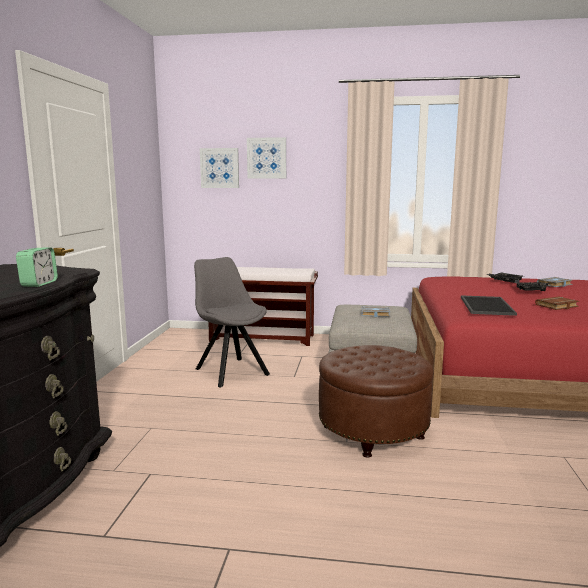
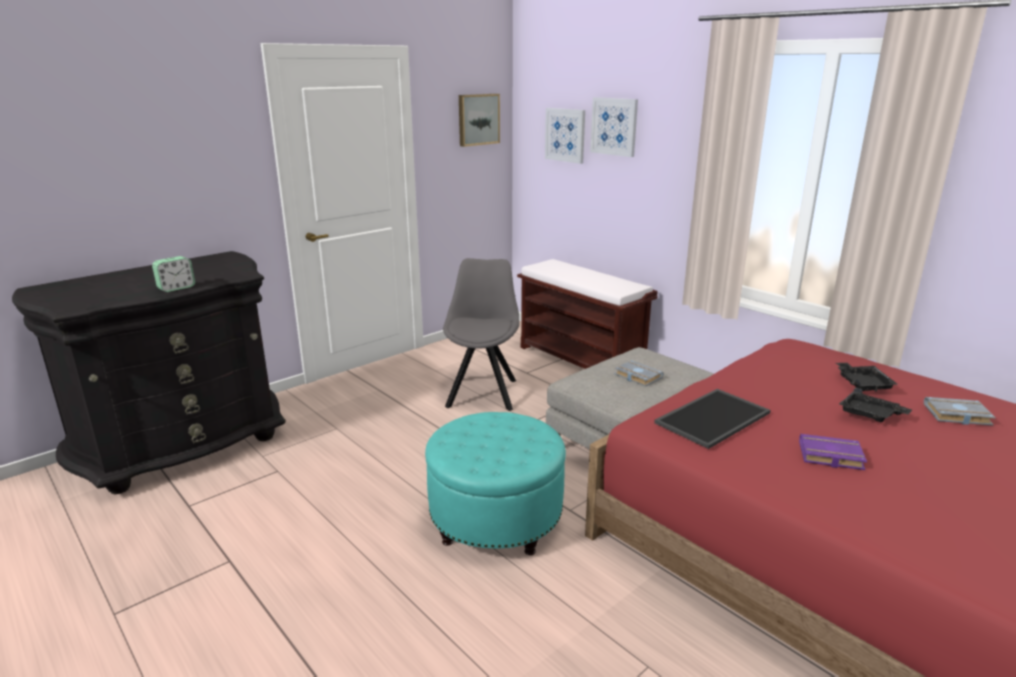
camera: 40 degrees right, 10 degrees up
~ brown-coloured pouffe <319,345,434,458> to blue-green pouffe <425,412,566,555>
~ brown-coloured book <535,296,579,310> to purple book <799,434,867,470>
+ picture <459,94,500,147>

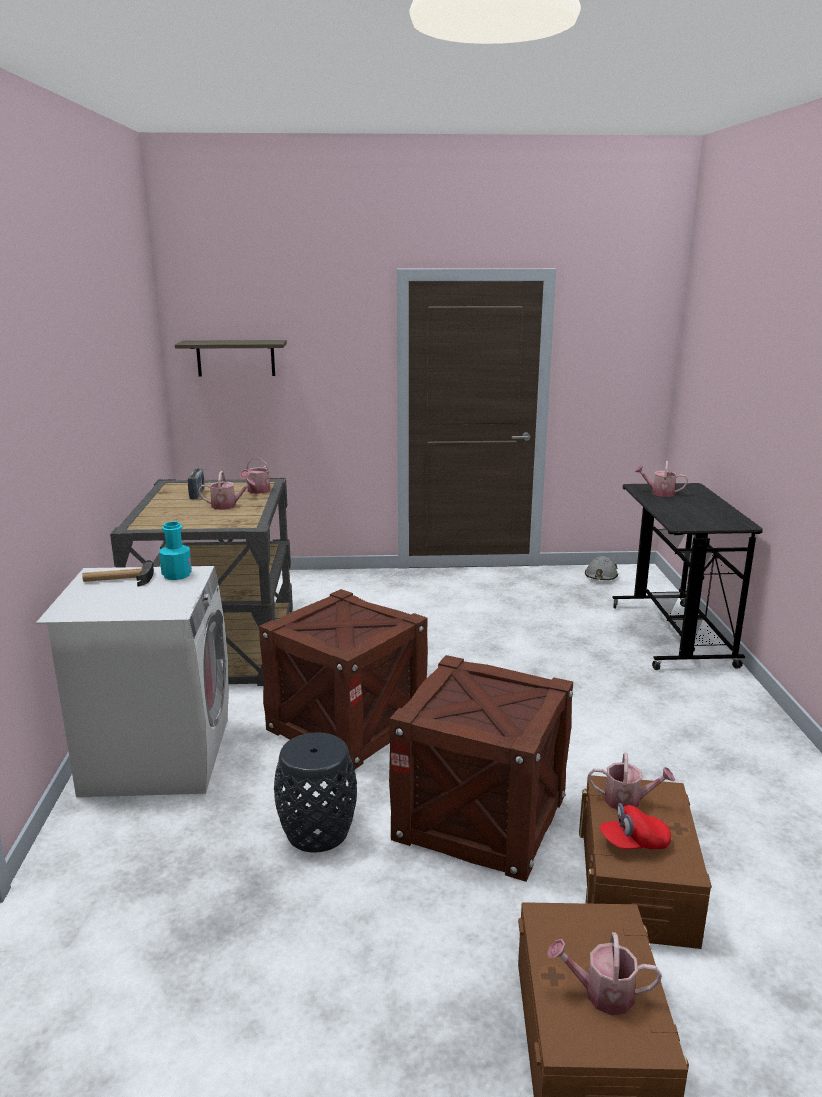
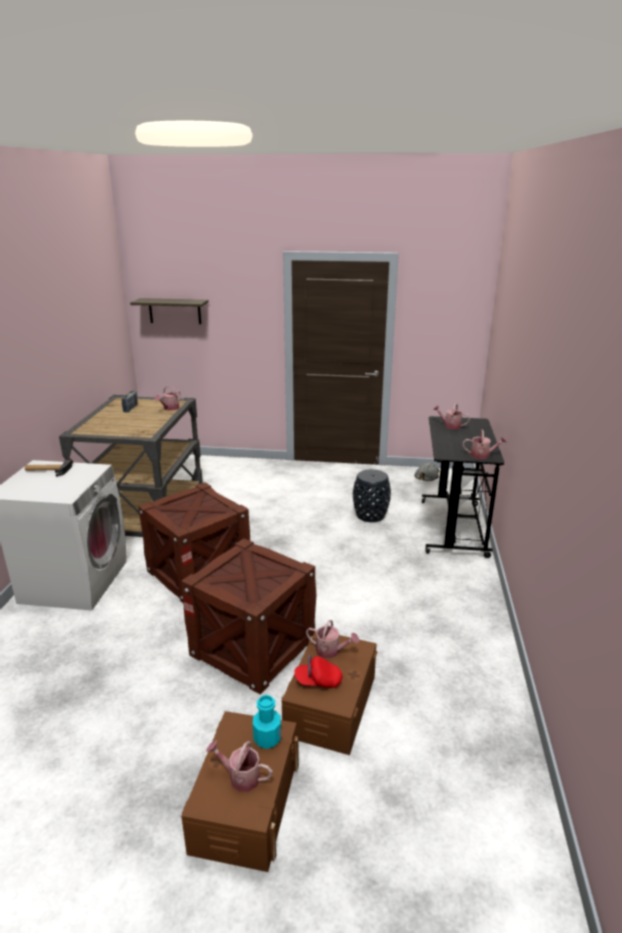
camera: 10 degrees right, 5 degrees up
~ blue-green beverage bottle <159,521,192,580> to <253,695,281,749>
~ sprinkling can <198,471,255,510> to <463,430,507,459>
~ black stool seat <274,732,357,852> to <353,469,391,522>

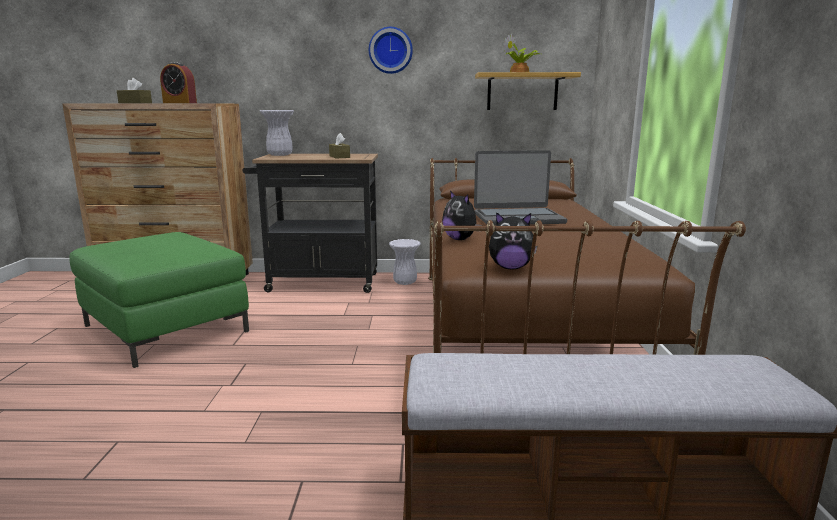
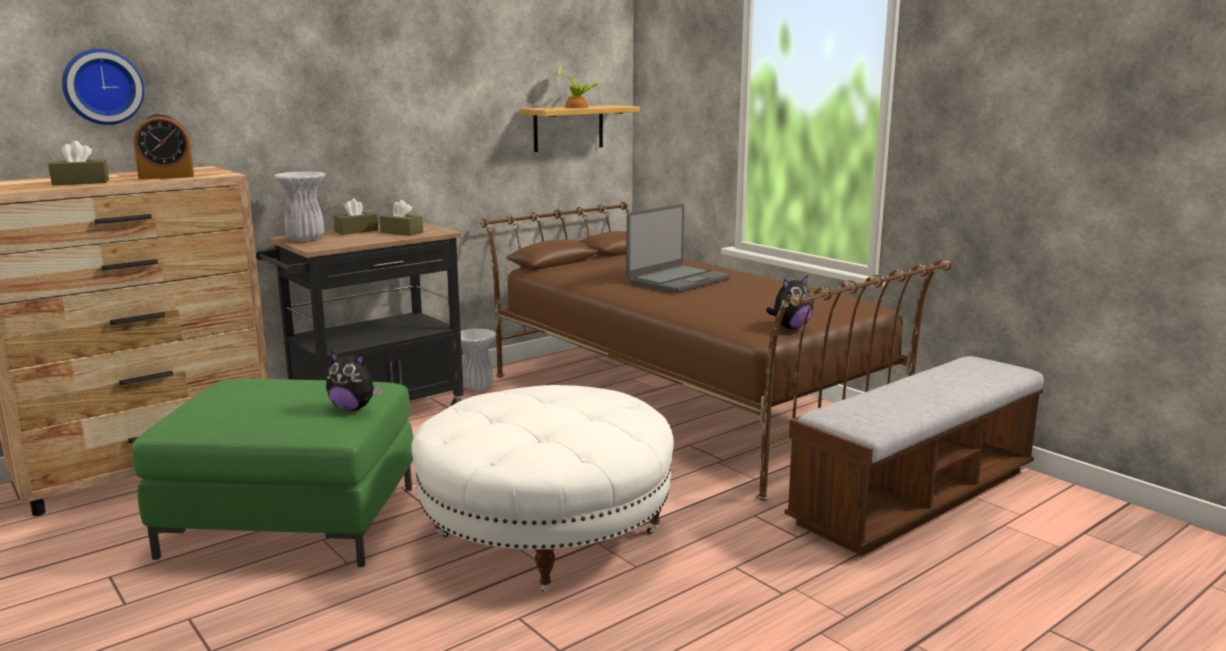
camera: 40 degrees left, 0 degrees up
~ hanging clock <369,27,413,74> to <62,49,144,125>
~ cuddly toy <442,190,482,240> to <326,351,382,411>
+ brown-coloured box of tissues <333,198,378,235>
+ white pouffe <411,385,674,591>

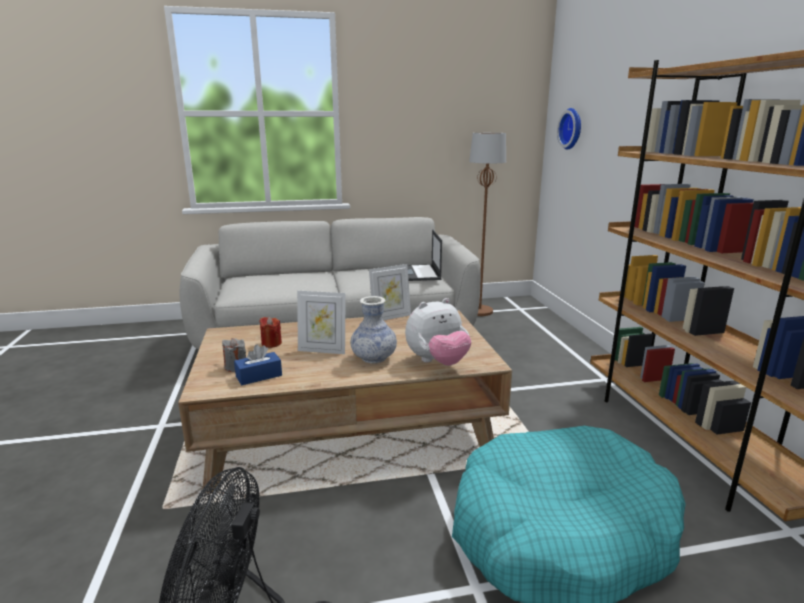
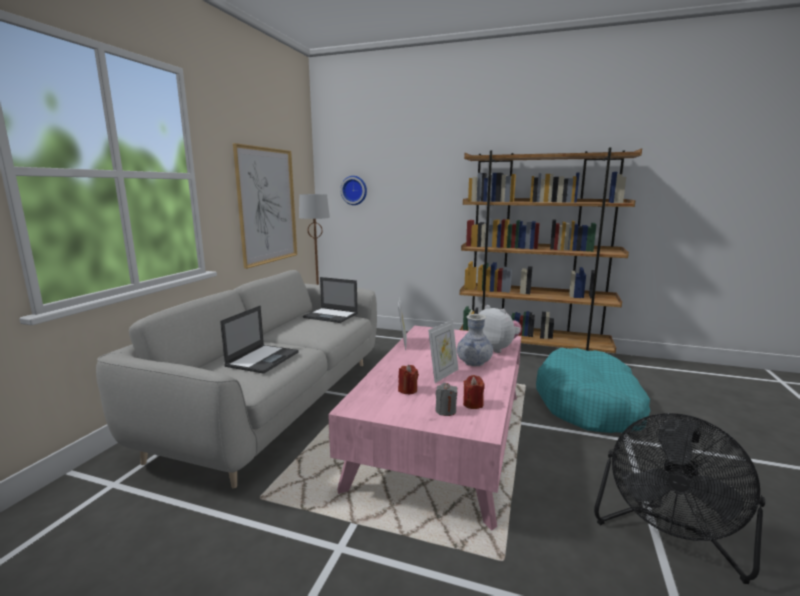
camera: 60 degrees left, 5 degrees down
~ brown-coloured low table <178,310,512,494> to pink-coloured low table <328,326,521,530>
~ blue box of tissues <234,345,282,385> to red wax light <463,375,485,409>
~ cuddly toy <405,298,471,366> = <479,305,522,353> 45 degrees counterclockwise
+ portable computer <220,305,299,374>
+ picture <233,143,297,269>

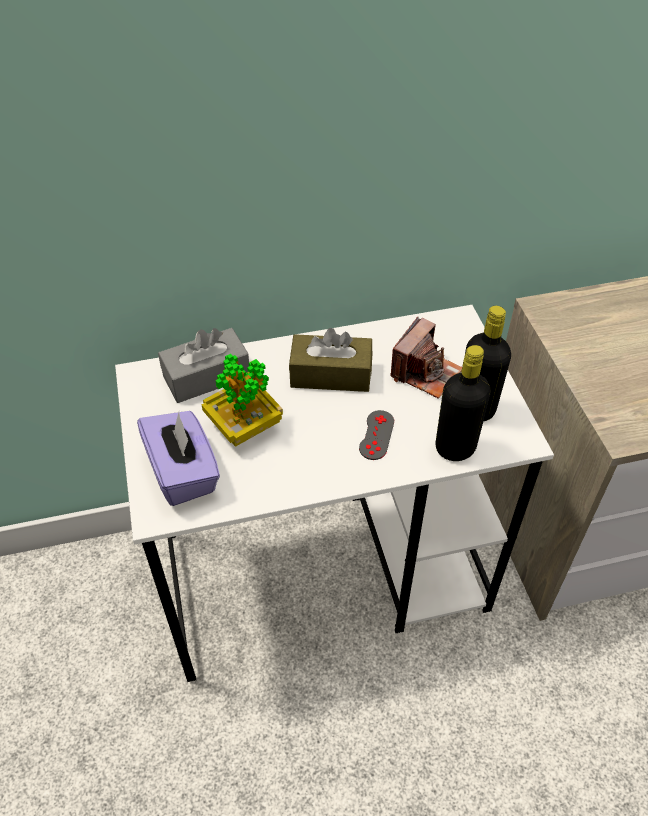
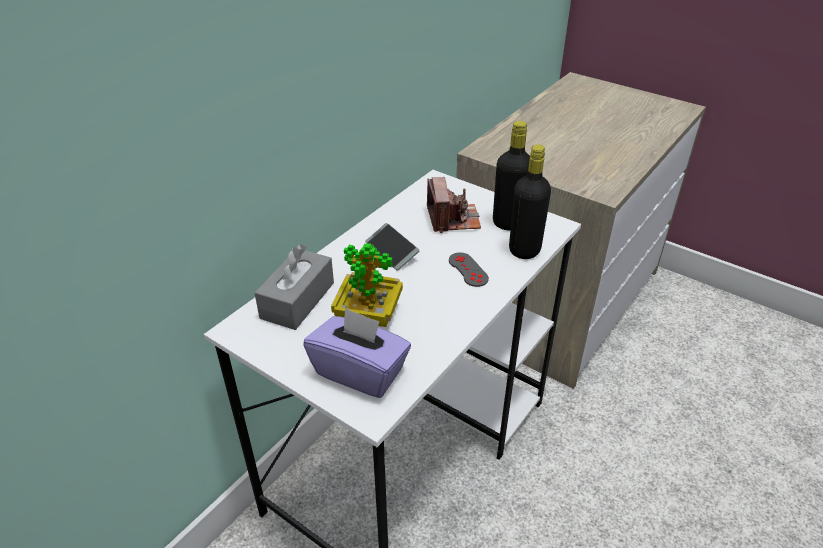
camera: 40 degrees left, 10 degrees down
~ brown-coloured box of tissues <289,328,372,392> to handset <365,223,419,271>

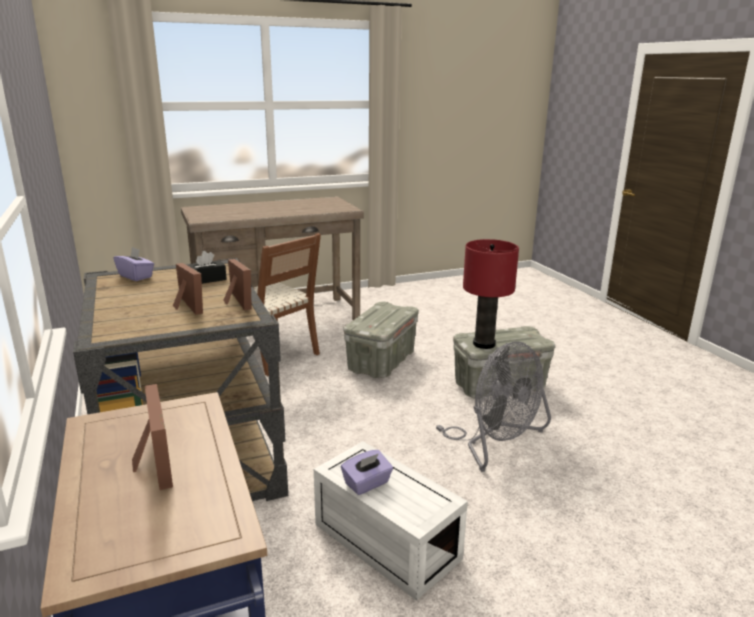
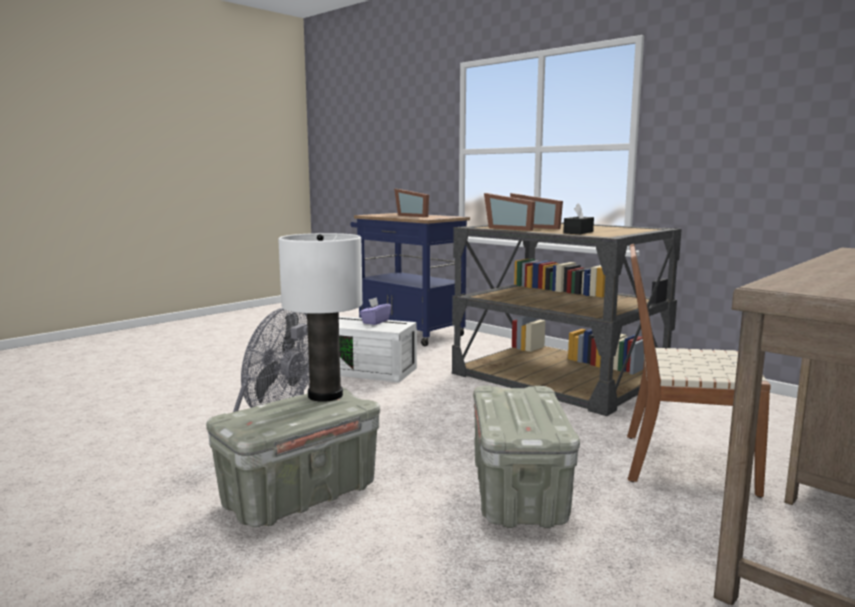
camera: 155 degrees right, 10 degrees down
- purple box of tissues <113,247,154,281>
~ red table lamp <463,239,519,349> to white table lamp <278,233,363,402>

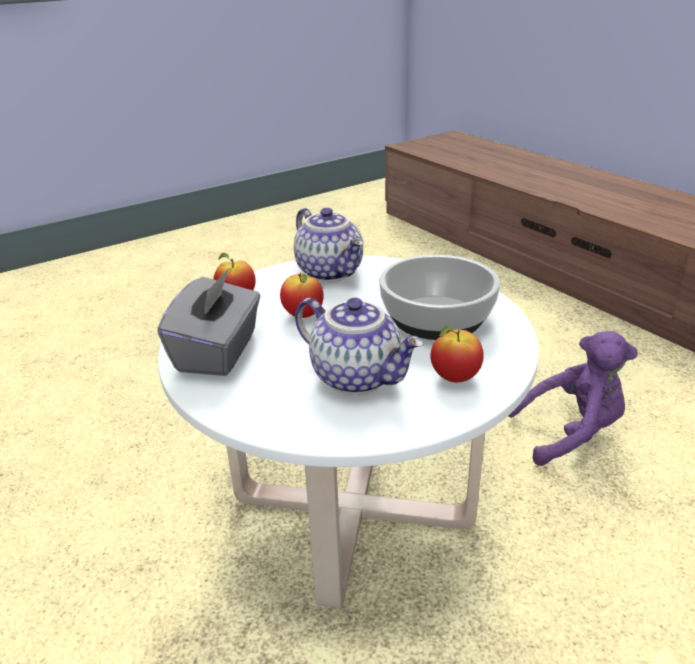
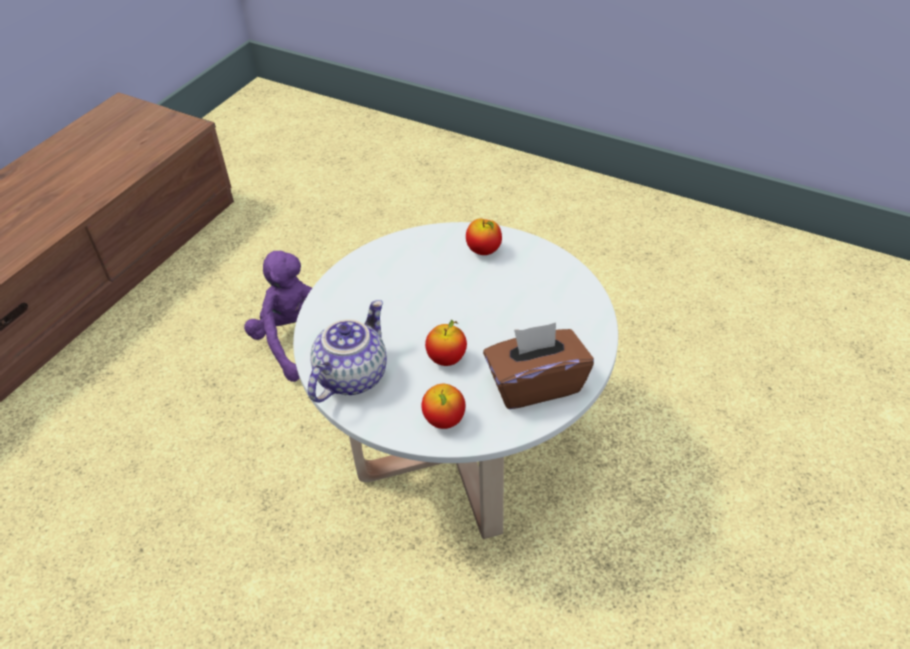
camera: 115 degrees left, 15 degrees up
~ greyish box of tissues <158,270,260,376> to brown-coloured box of tissues <483,322,594,409>
- pot for tea <295,298,424,395>
- serving bowl <379,255,500,340>

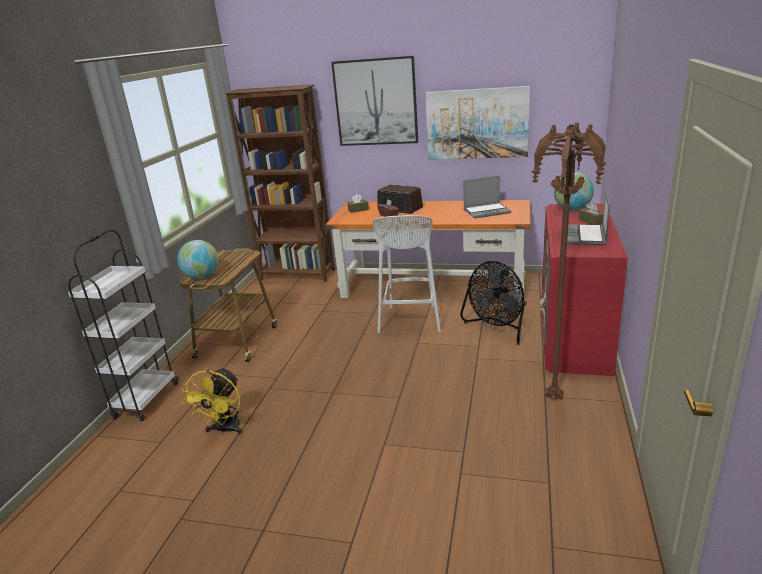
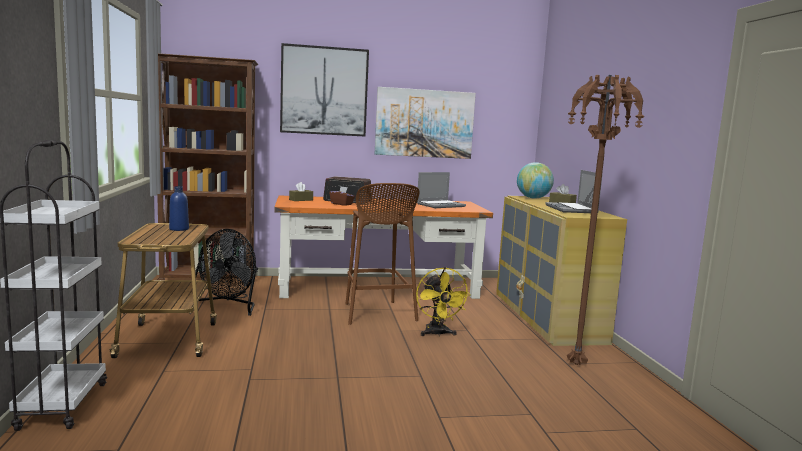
camera: 25 degrees left, 15 degrees down
- world globe <177,240,218,279>
~ yellow cooling fan <182,367,242,435> to <416,267,470,337>
~ white stool seat <373,215,441,333> to brown-coloured stool seat <346,183,419,325>
~ black cooling fan <460,261,526,345> to <195,229,258,316>
~ red storage cabinet <539,204,628,376> to yellow storage cabinet <496,196,627,346>
+ blue beverage bottle <169,186,189,231>

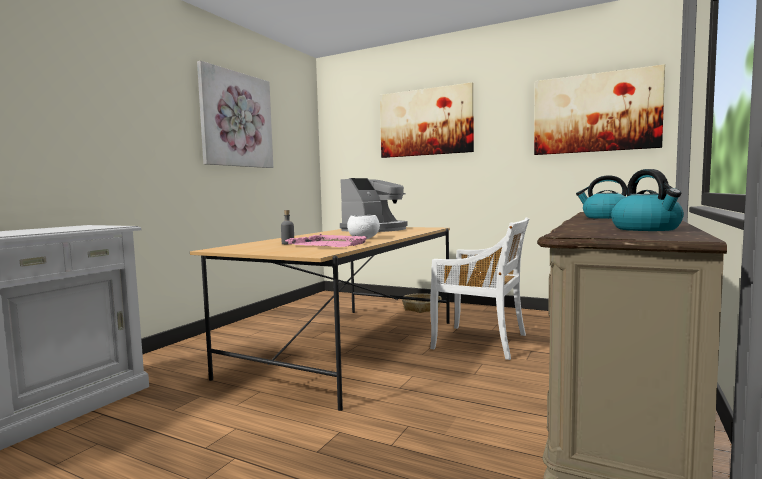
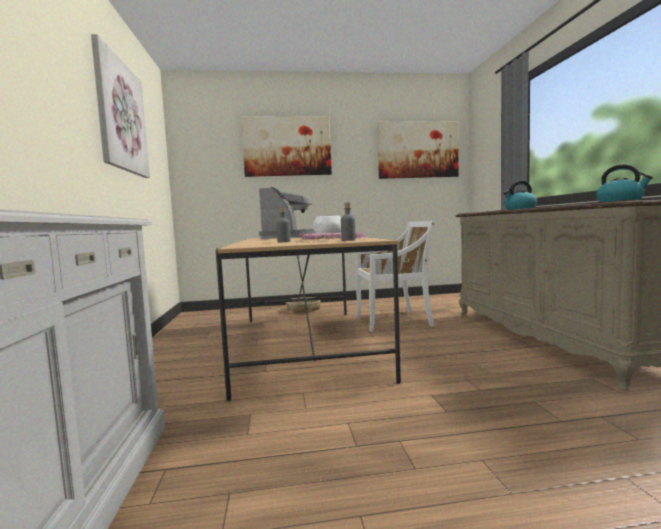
camera: 35 degrees left, 0 degrees up
+ greyish beverage bottle <341,203,356,241>

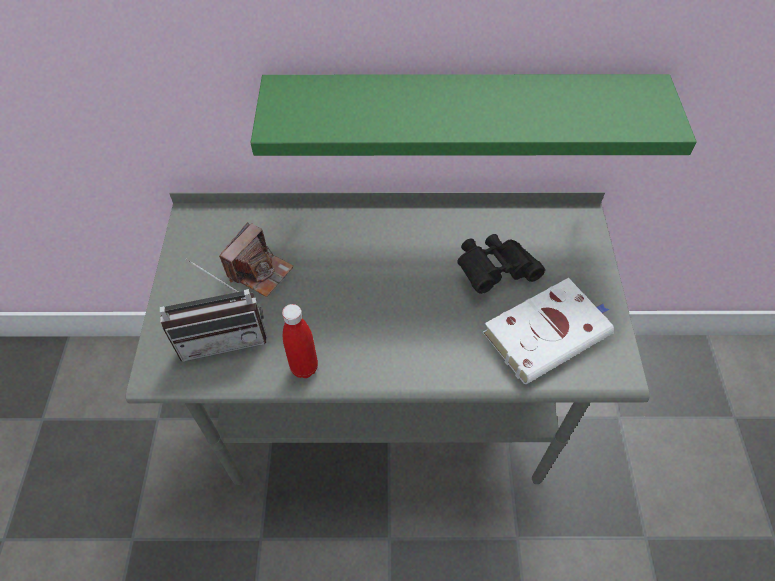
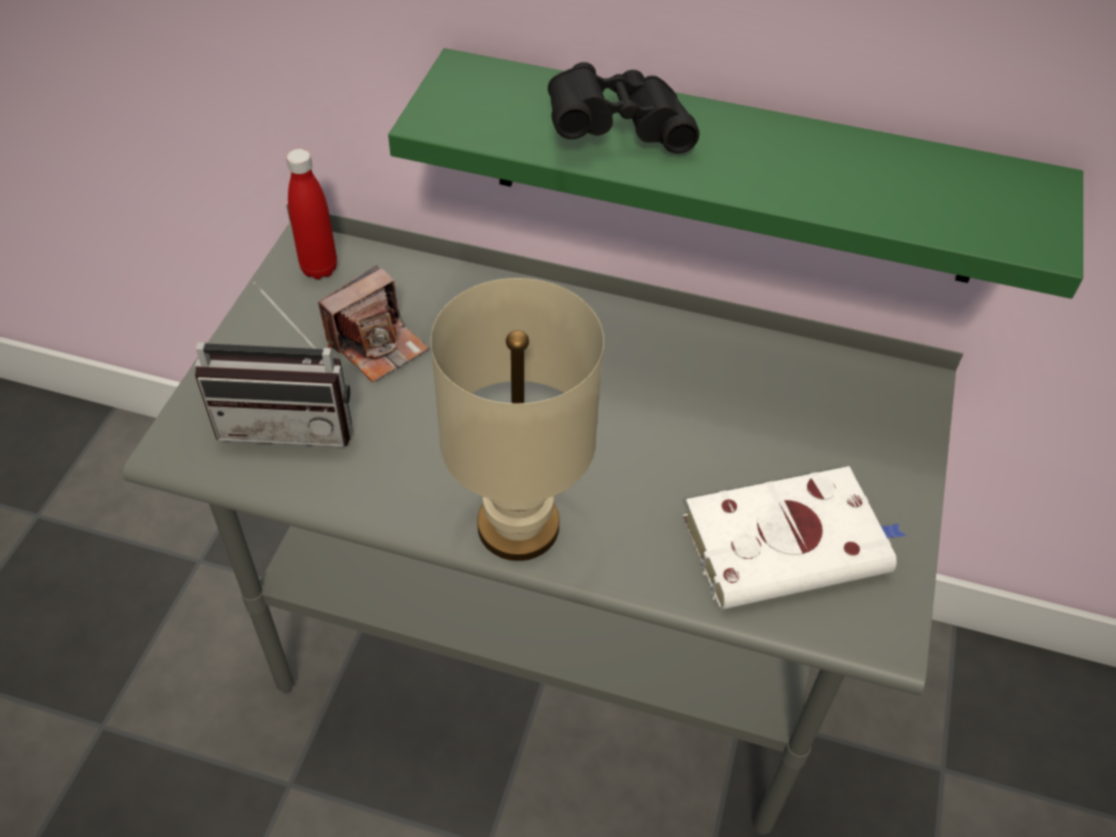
camera: 15 degrees right, 5 degrees down
~ red beverage bottle <282,304,318,378> to <286,149,337,279>
~ black field glasses <457,234,545,294> to <548,62,699,153>
+ sand-coloured table lamp <431,278,604,561>

